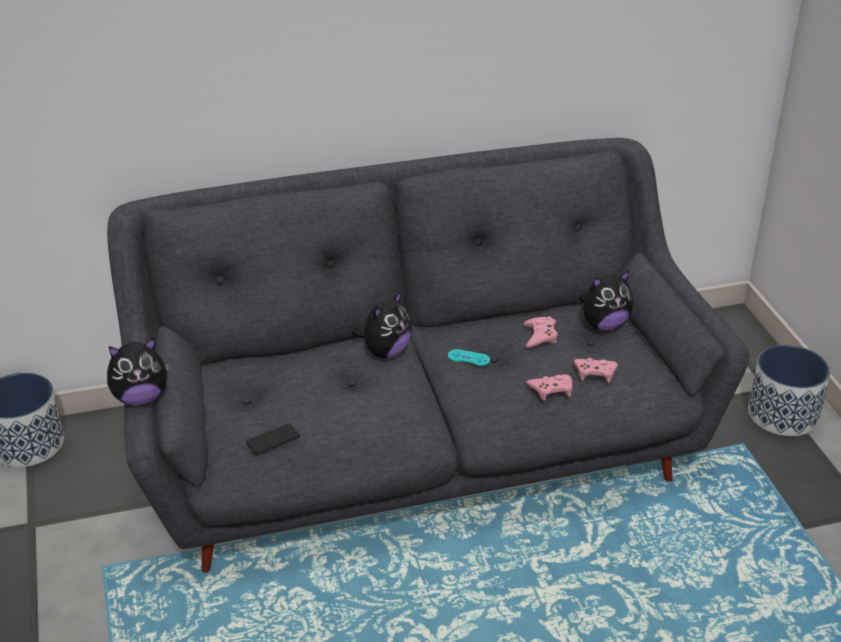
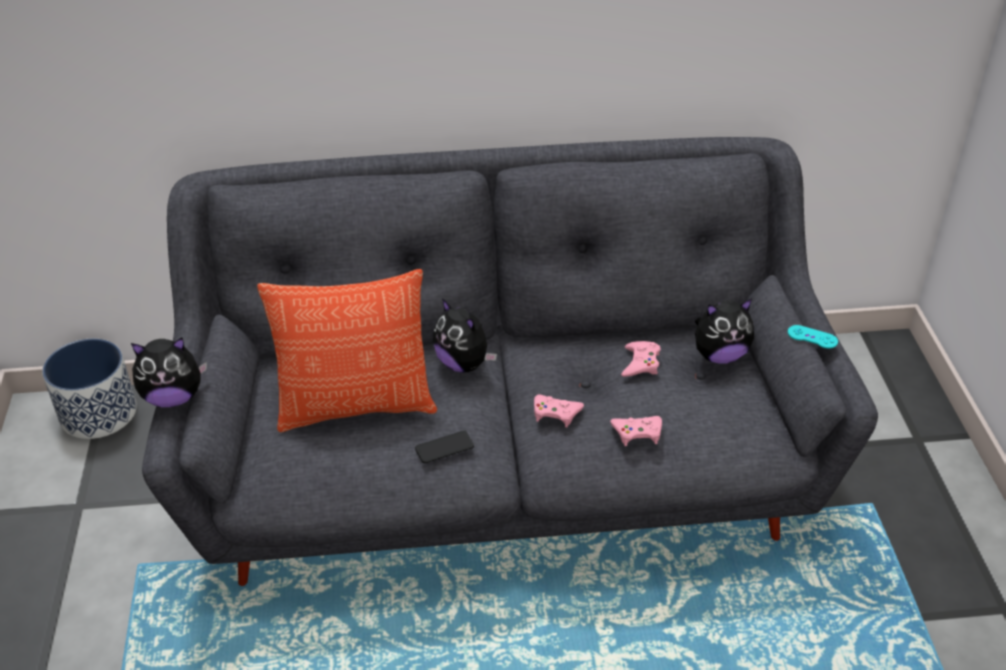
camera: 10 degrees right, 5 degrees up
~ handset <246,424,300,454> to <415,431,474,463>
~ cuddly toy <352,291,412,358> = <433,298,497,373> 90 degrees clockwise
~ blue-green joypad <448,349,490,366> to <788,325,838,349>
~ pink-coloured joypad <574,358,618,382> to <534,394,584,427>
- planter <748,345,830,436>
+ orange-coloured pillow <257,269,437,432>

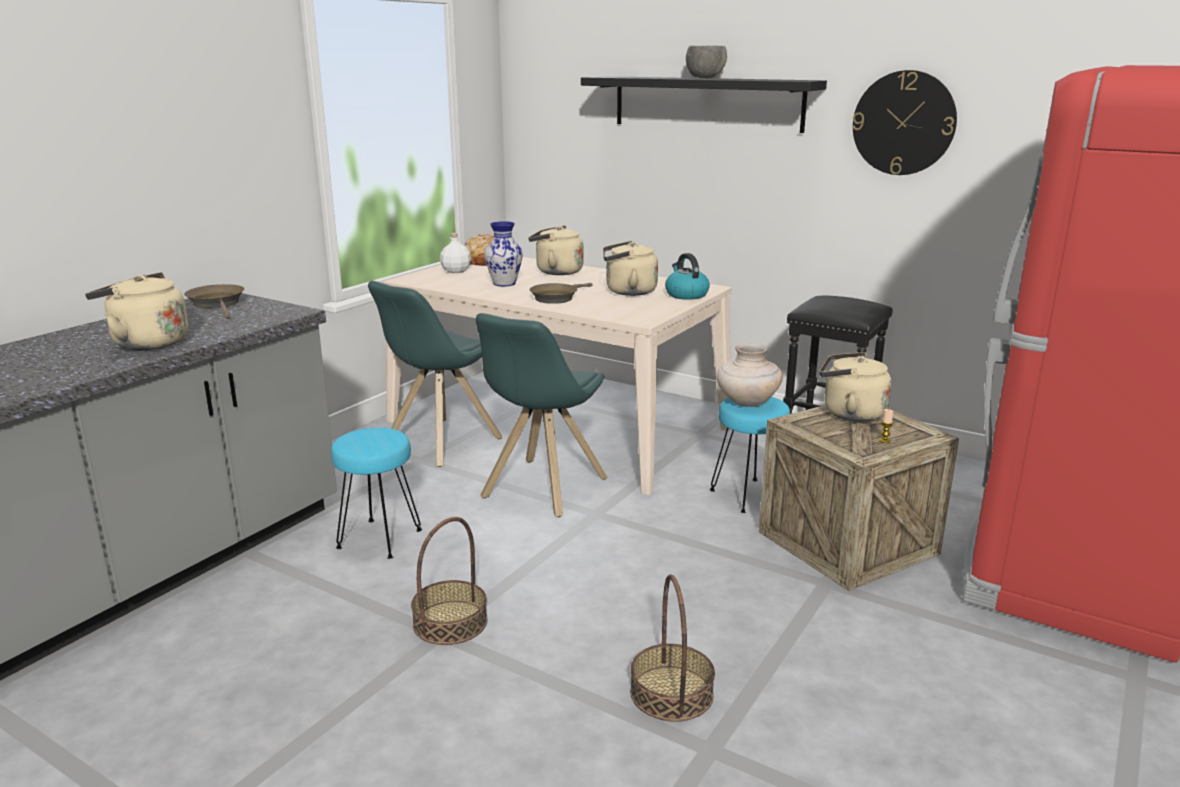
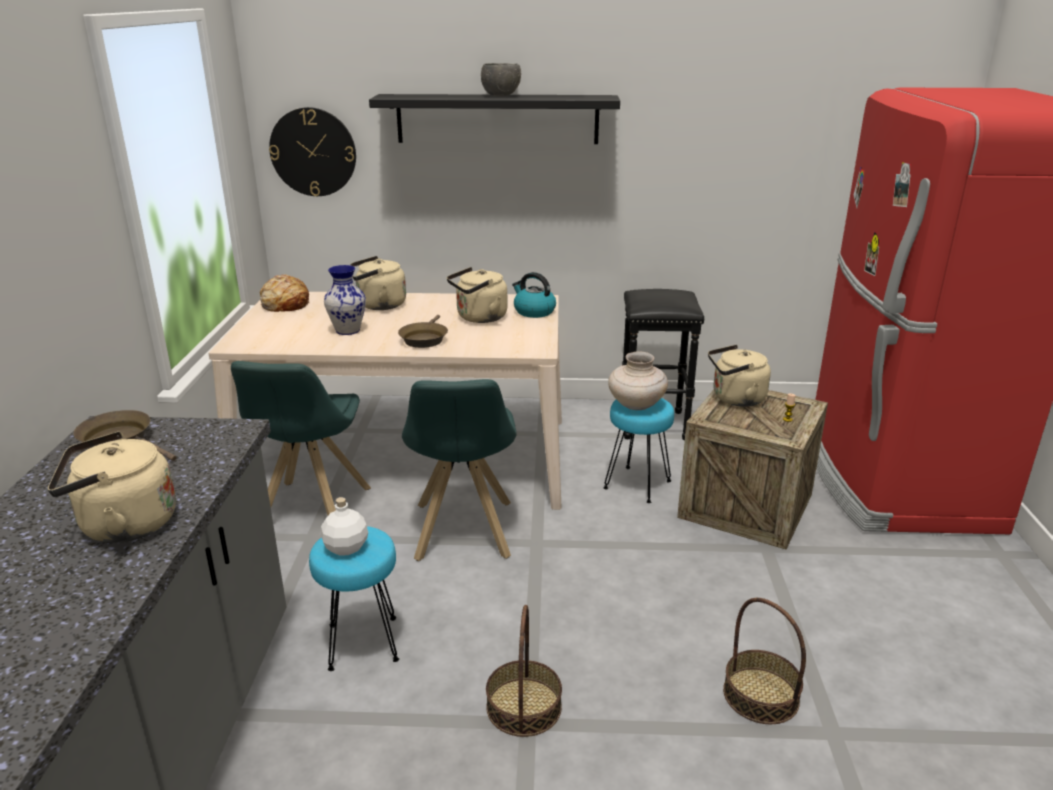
camera: 30 degrees left, 5 degrees up
~ white beverage bottle <440,233,471,273> to <321,497,368,556>
~ hanging clock <852,70,957,175> to <269,107,356,196>

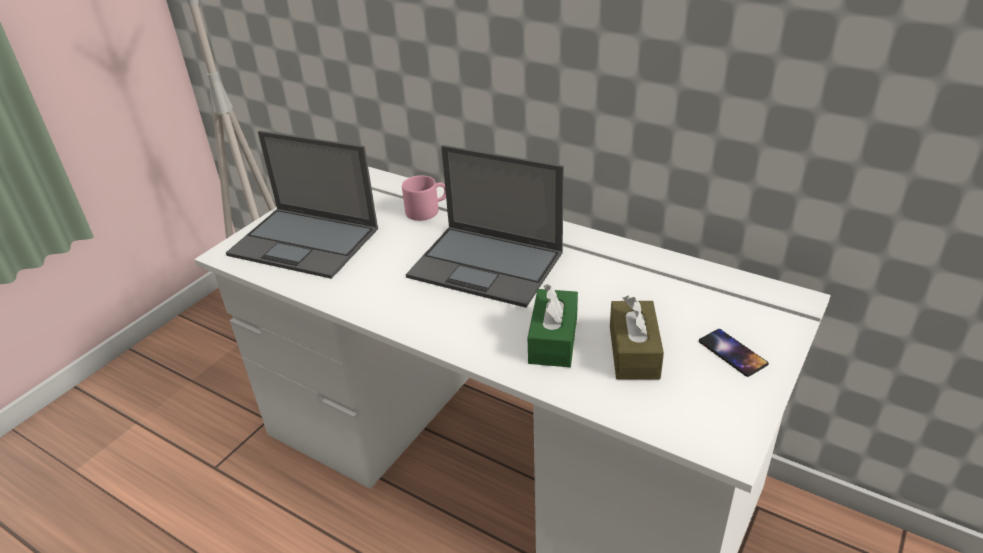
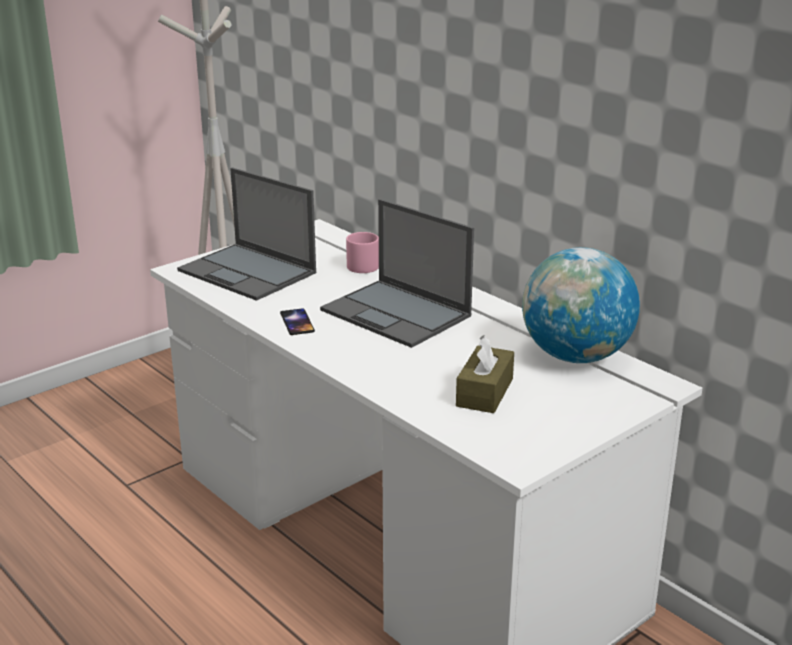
camera: 15 degrees right, 10 degrees down
- green box of tissues <528,284,578,367>
~ handset <699,329,769,377> to <280,308,315,335>
+ world globe <522,247,640,363>

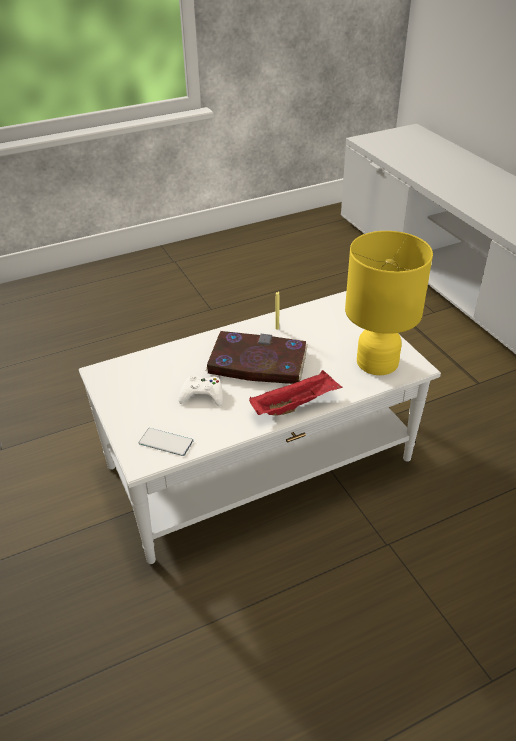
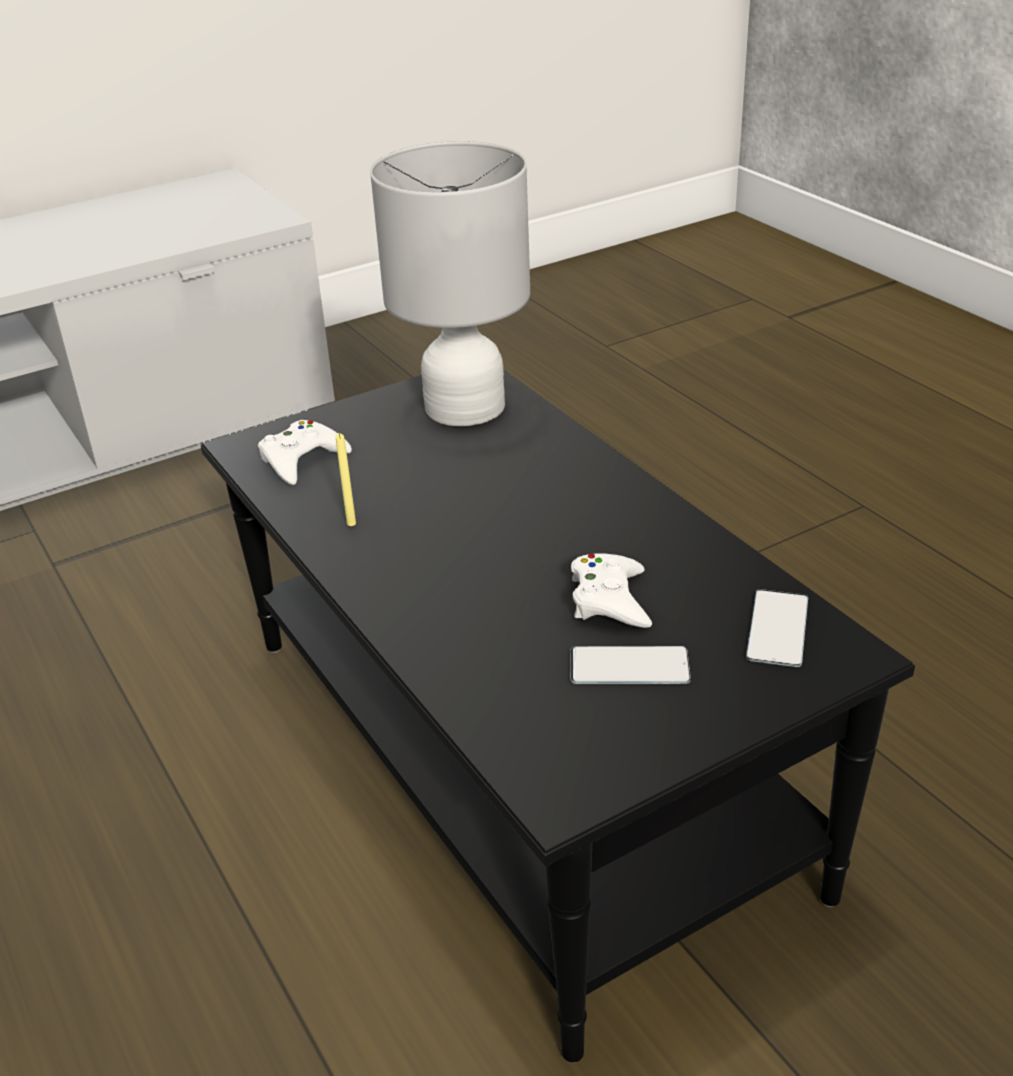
camera: 95 degrees left, 5 degrees down
~ white low table <79,291,441,564> to black low table <201,370,915,1063>
- book <206,331,308,384>
- red carrying tray <249,370,342,416>
~ yellow table lamp <345,231,433,375> to greyish table lamp <370,141,530,426>
+ white joypad <258,420,352,485>
+ handset <570,646,691,684>

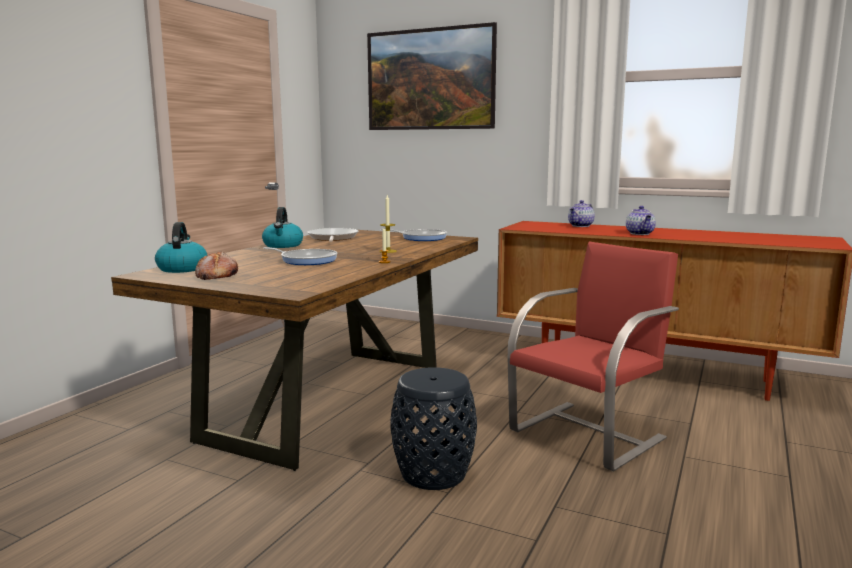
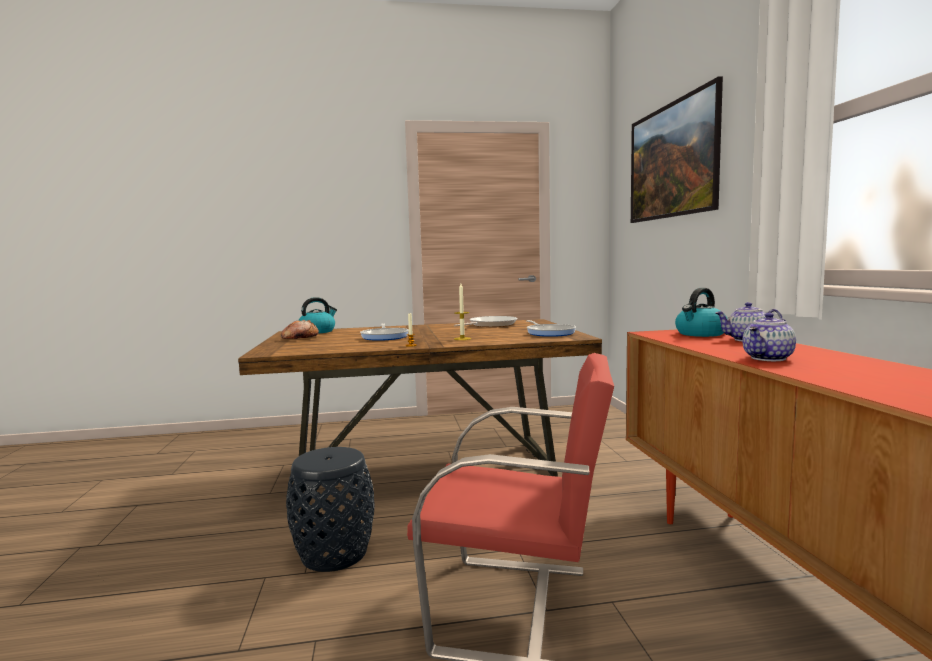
camera: 55 degrees right, 5 degrees down
~ water kettle <262,207,303,248> to <675,288,728,337>

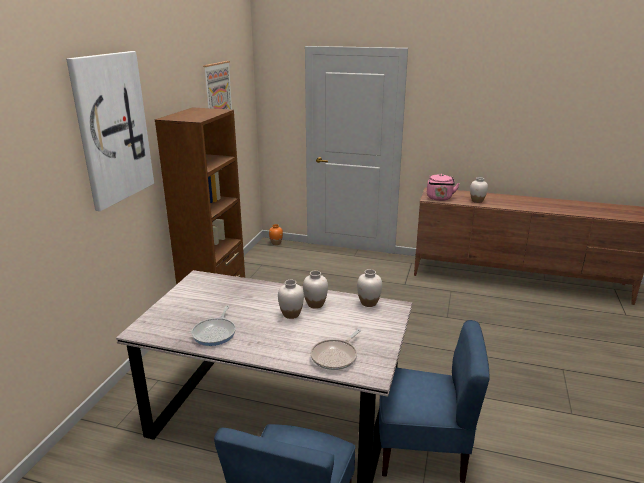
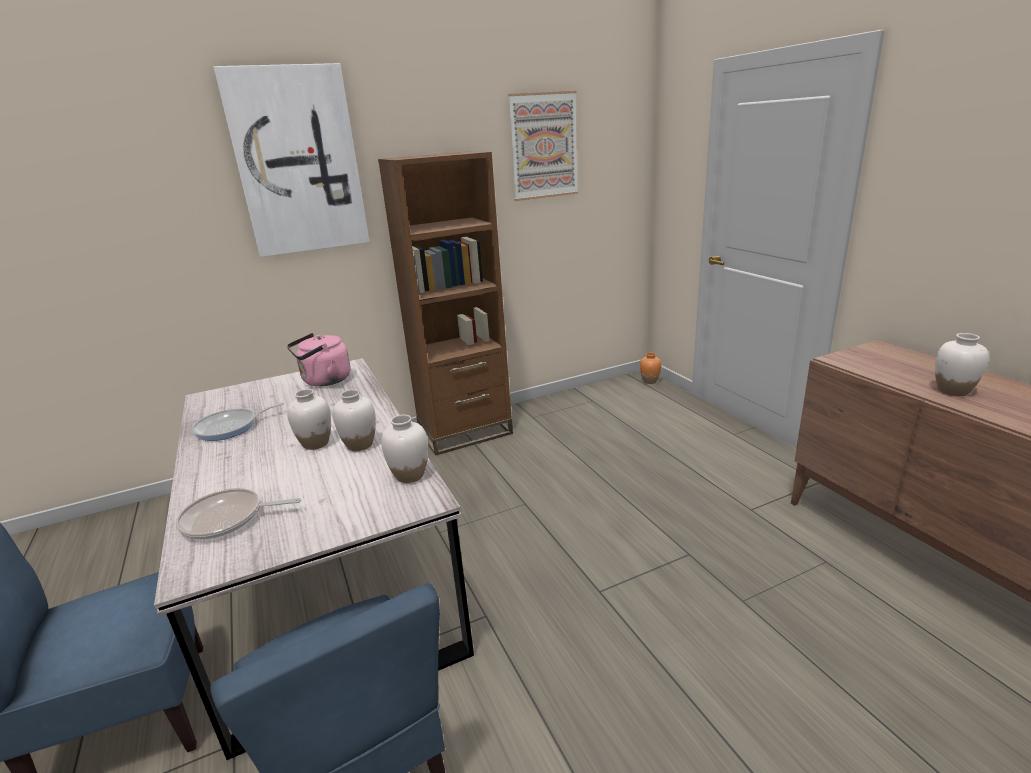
camera: 50 degrees right, 0 degrees up
~ pink-coloured water kettle <427,174,460,201> to <287,333,351,386>

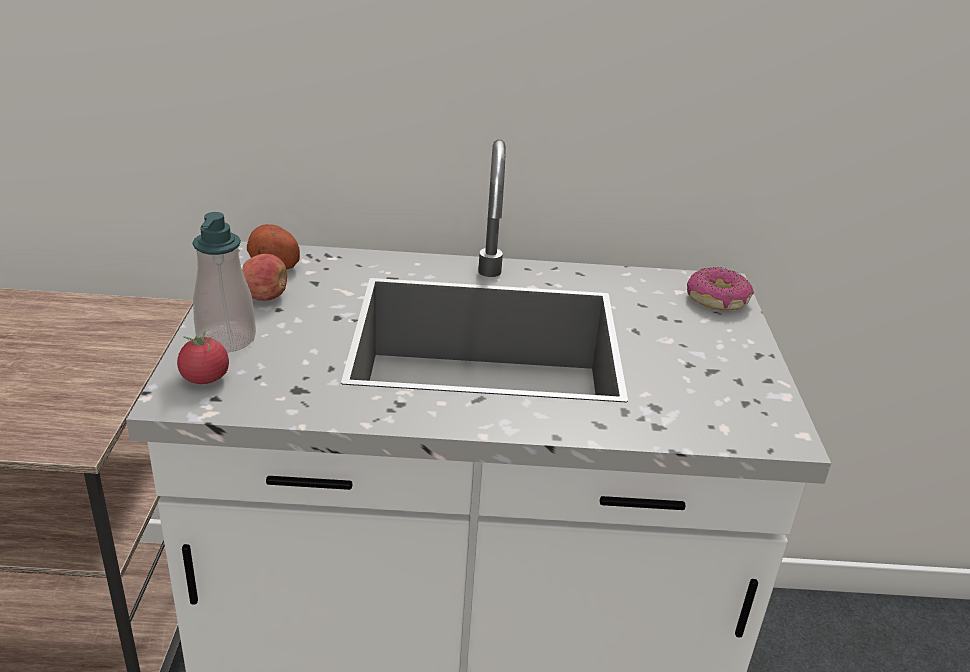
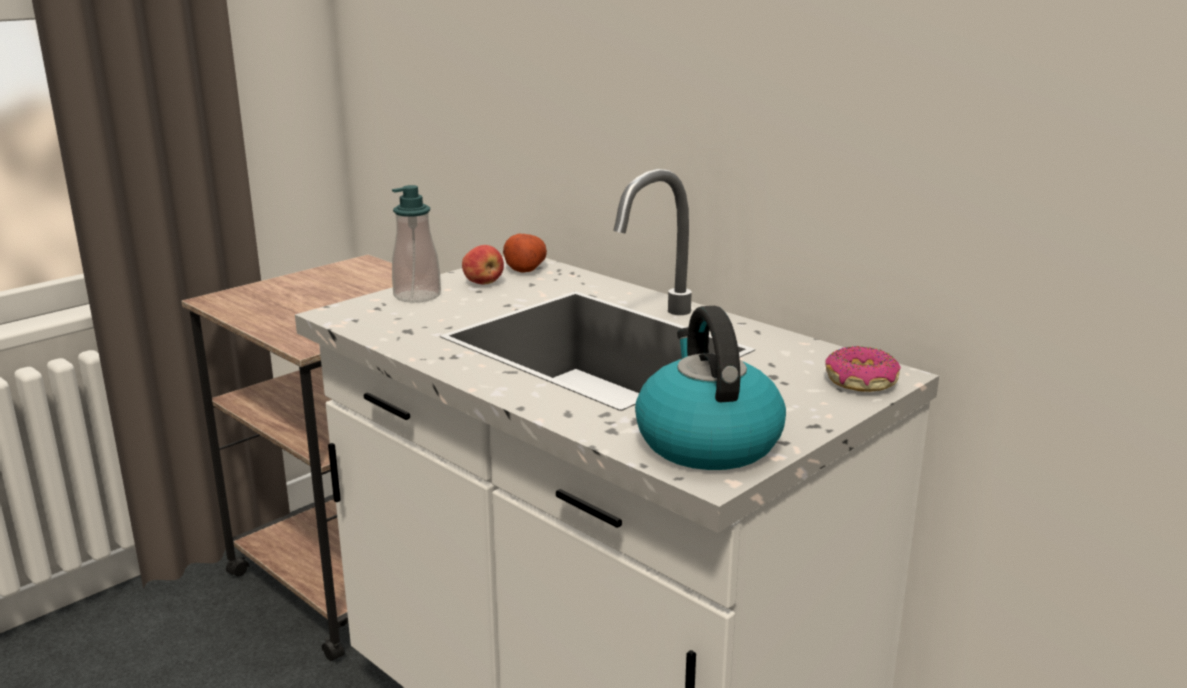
camera: 45 degrees right, 10 degrees down
- tomato <177,331,229,384>
+ water kettle <635,306,786,470>

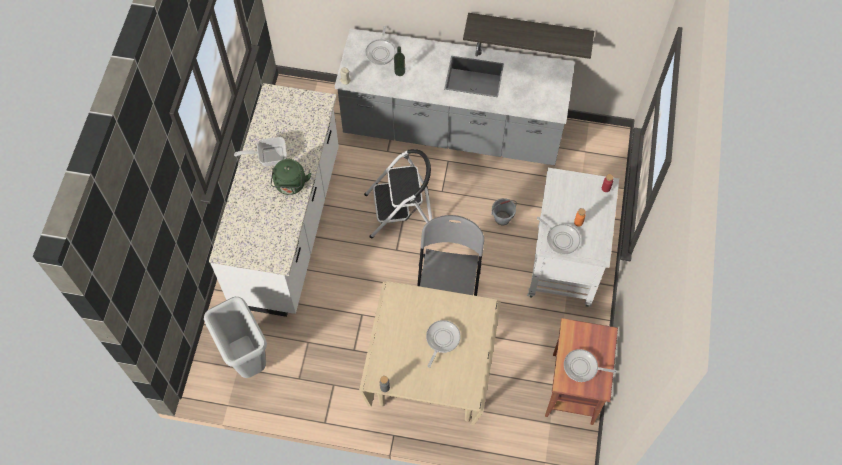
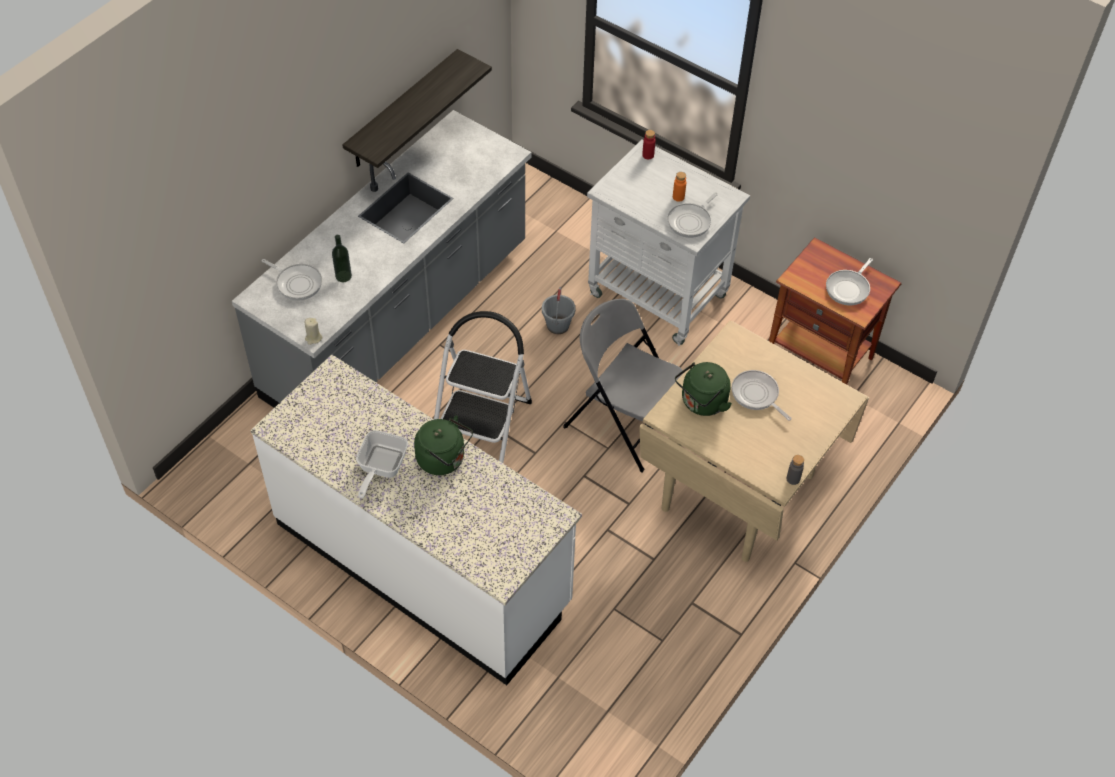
camera: 65 degrees left, 10 degrees down
- greyish rubbish bin <204,297,267,378>
~ skillet <537,217,580,255> = <667,192,718,238> 150 degrees clockwise
+ green water kettle <675,362,732,416>

